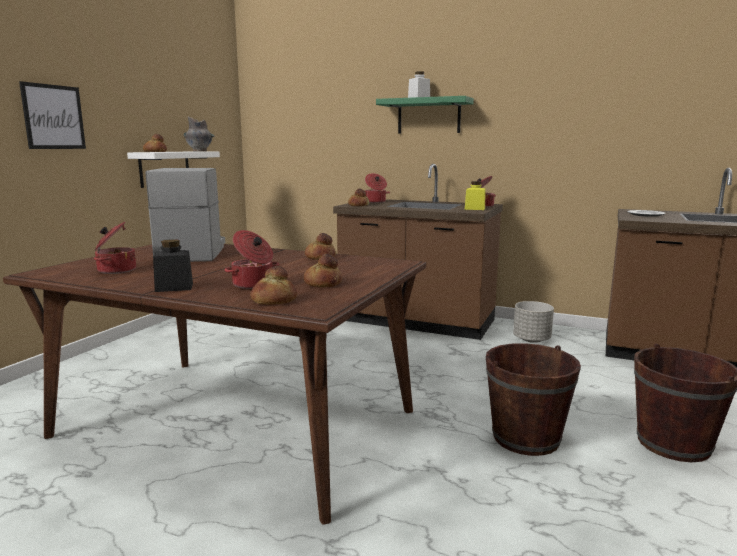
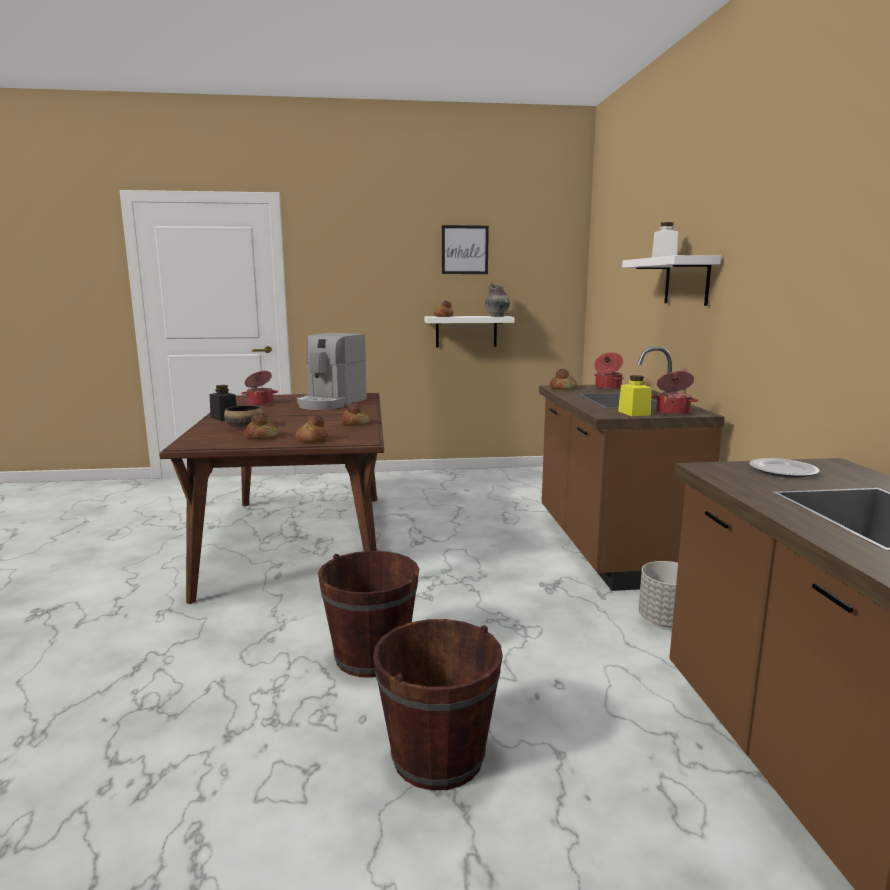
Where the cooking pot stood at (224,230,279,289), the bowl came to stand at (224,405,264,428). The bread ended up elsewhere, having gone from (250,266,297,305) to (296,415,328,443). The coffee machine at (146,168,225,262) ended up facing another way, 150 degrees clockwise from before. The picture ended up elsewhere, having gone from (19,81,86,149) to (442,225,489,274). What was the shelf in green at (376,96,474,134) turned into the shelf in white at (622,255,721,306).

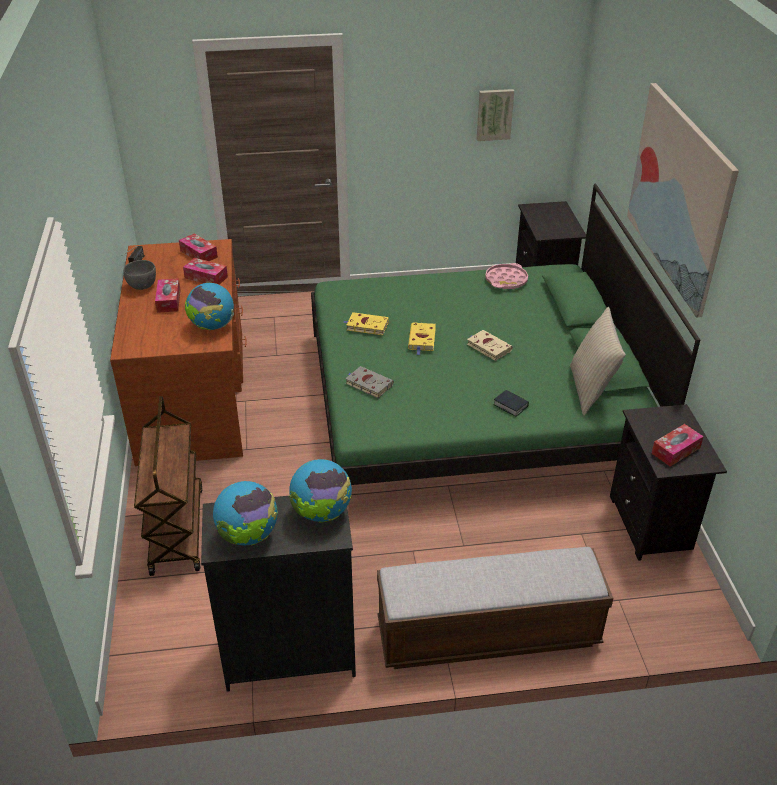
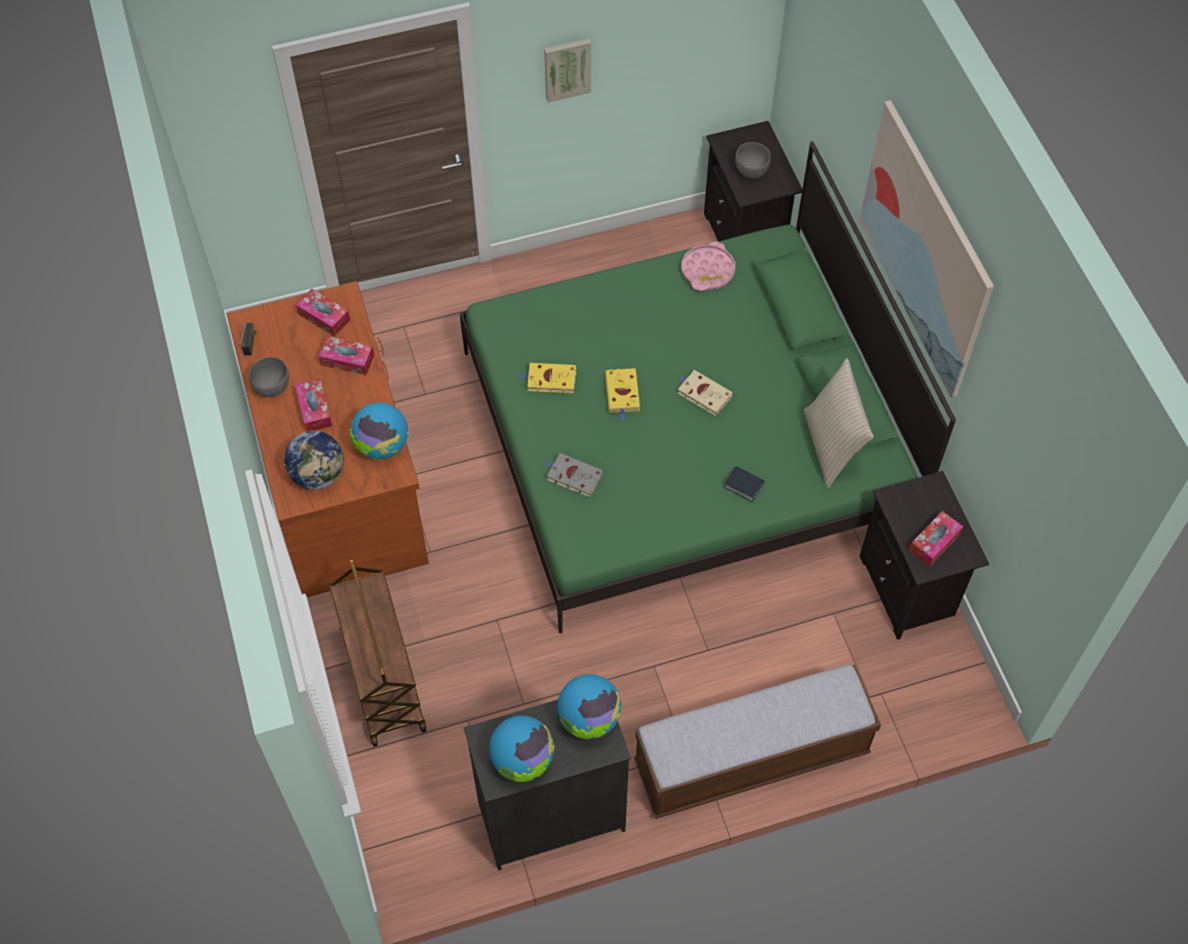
The second view gained the globe at (284,431,344,490). The picture ended up elsewhere, having gone from (477,89,514,141) to (544,38,591,102). The second view gained the bowl in grey at (735,142,771,179).

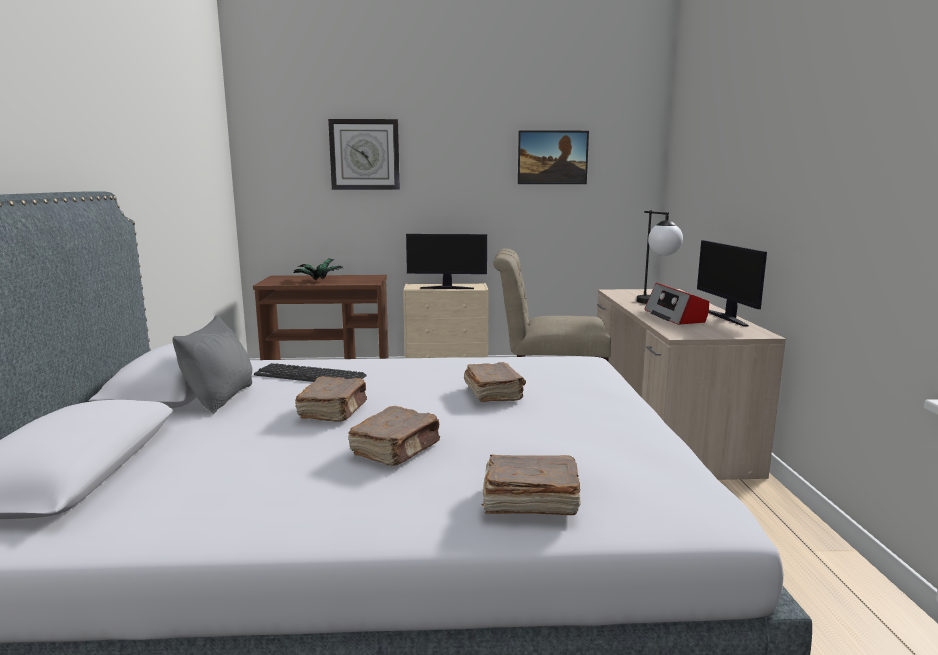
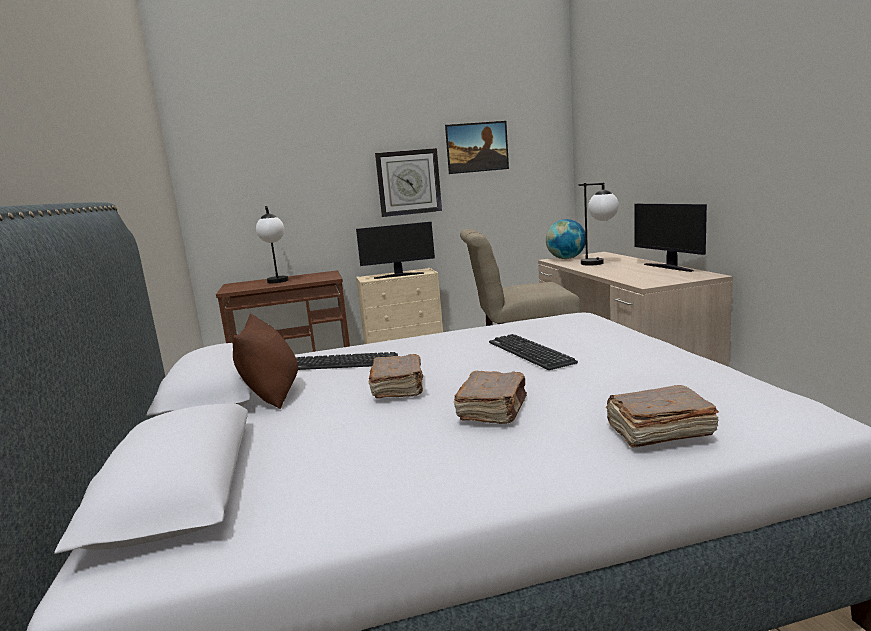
What was the pillow in grey at (172,315,252,414) turned into the pillow in brown at (233,314,298,409). Where the potted plant stood at (293,258,343,280), the table lamp came to stand at (256,206,288,283). The wall clock ended up elsewhere, having gone from (328,119,400,190) to (375,148,442,217). Where the book in brown stood at (464,362,526,402), the keyboard came to stand at (489,334,578,370). The second view gained the globe at (546,219,586,259). The second view lost the radio at (644,283,709,325).

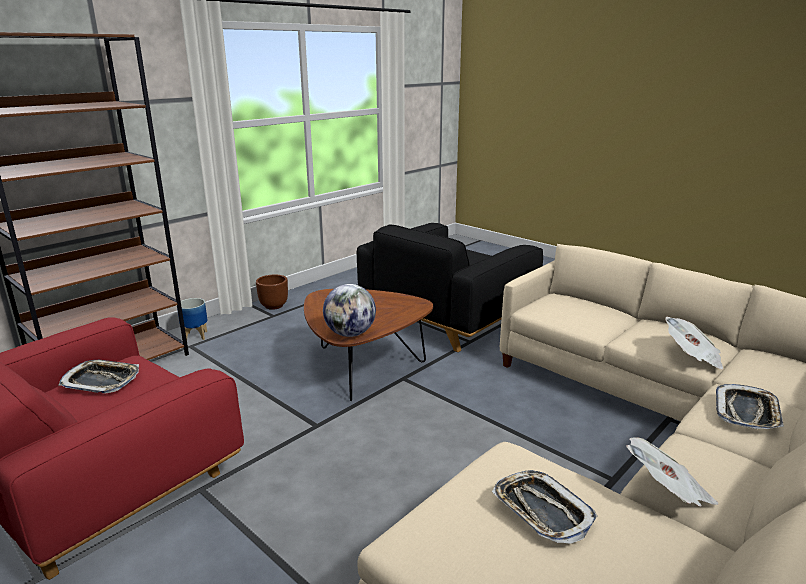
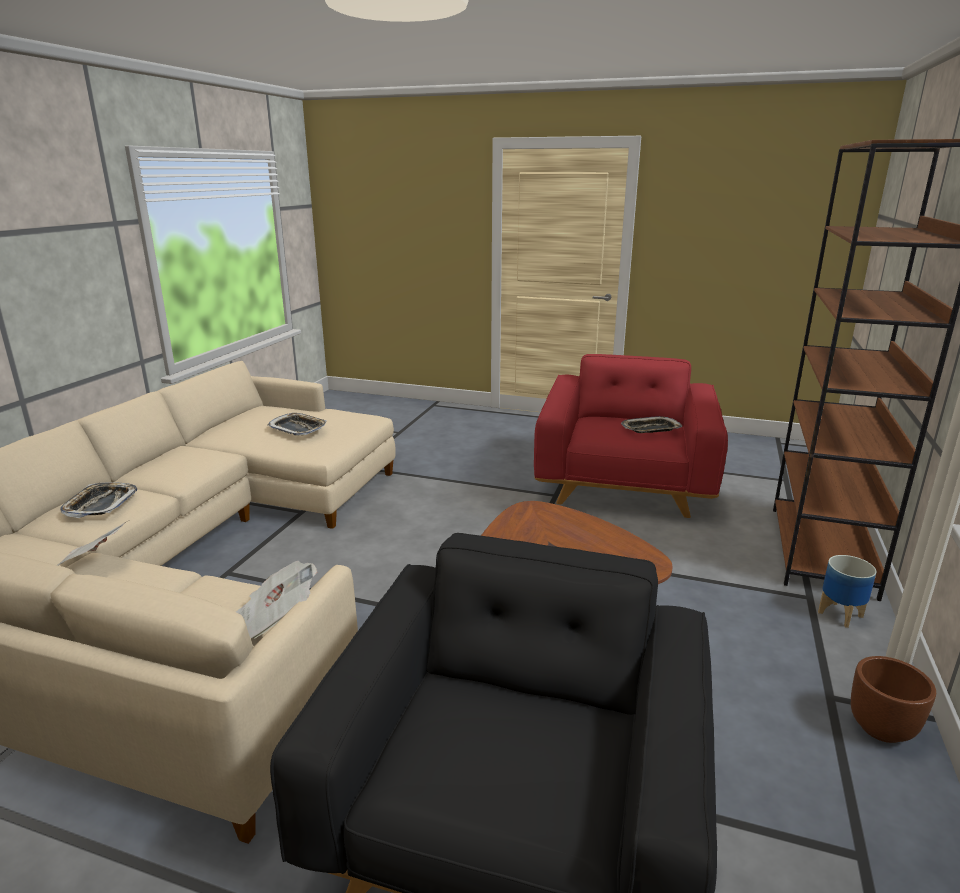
The newspaper ended up elsewhere, having gone from (626,437,718,507) to (236,561,317,638). The second view lost the globe at (323,284,376,337).

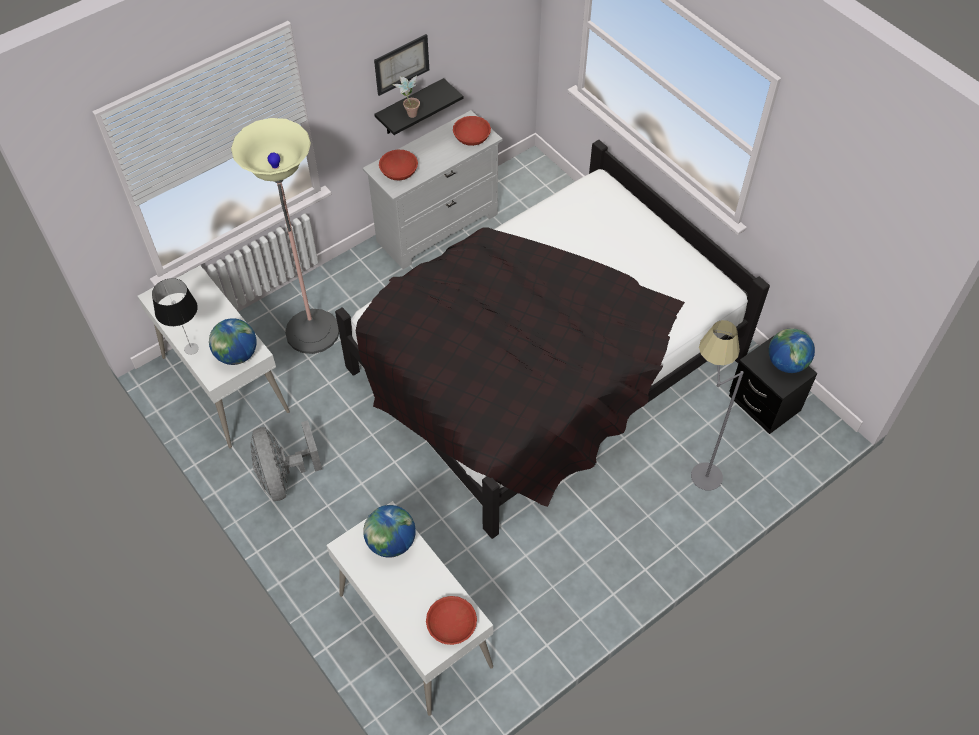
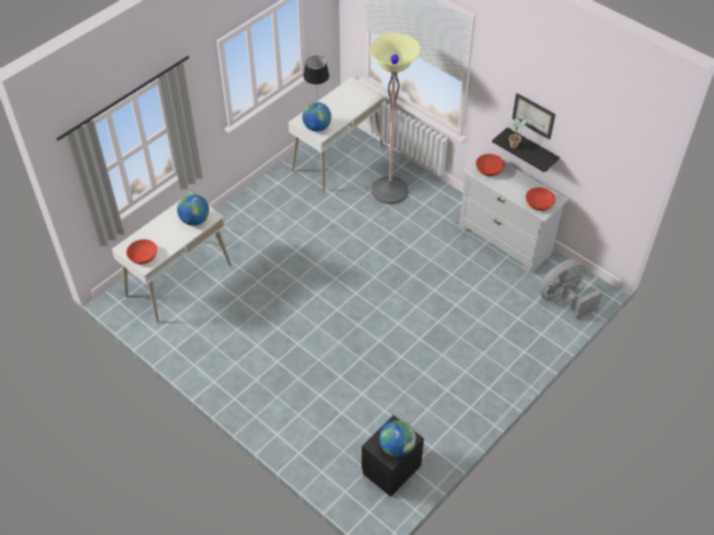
The fan in grey ended up elsewhere, having gone from (251,420,322,501) to (539,259,602,319). The second view lost the bed in black at (335,140,770,539). The second view lost the floor lamp in grey at (691,320,744,490).

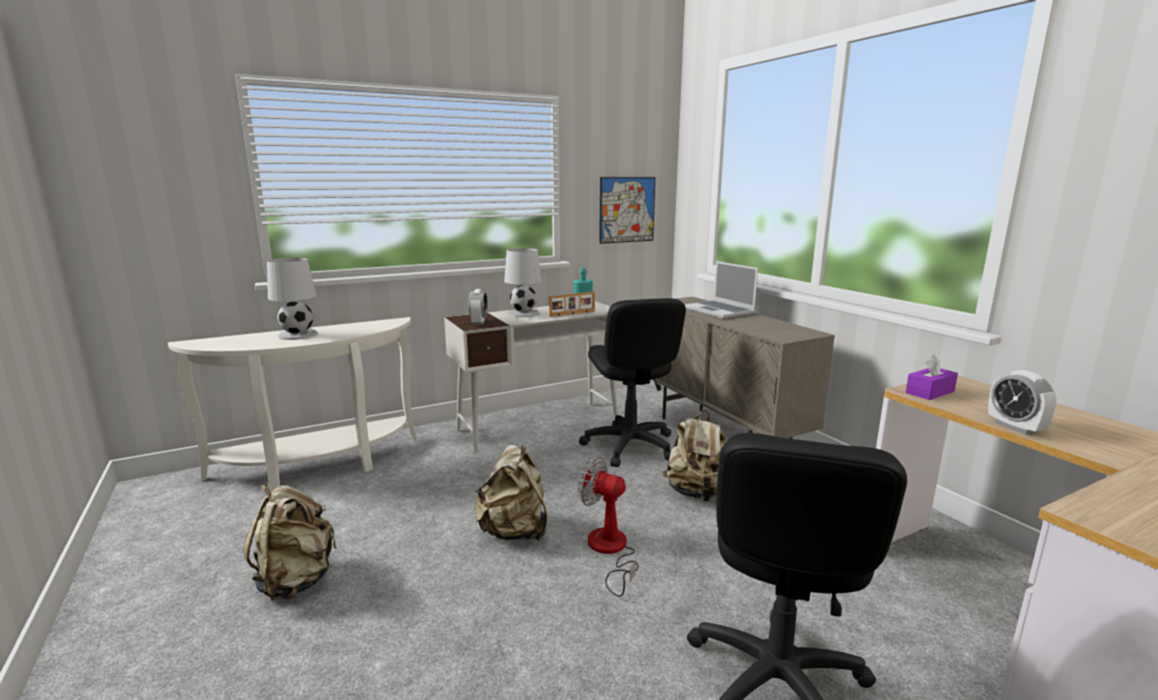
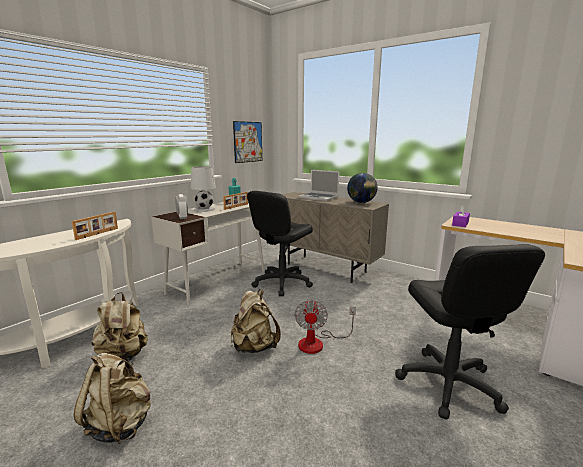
The second view gained the picture frame at (72,212,118,240). The backpack in beige ended up elsewhere, having gone from (663,410,725,502) to (92,292,148,362). The office chair in black at (579,298,686,467) ended up facing another way, 75 degrees clockwise from before. The fan at (578,457,638,597) ended up facing another way, 90 degrees counterclockwise from before. The second view gained the globe at (347,173,377,203). The second view lost the table lamp in white at (267,258,318,340). The second view lost the alarm clock at (988,370,1056,435).

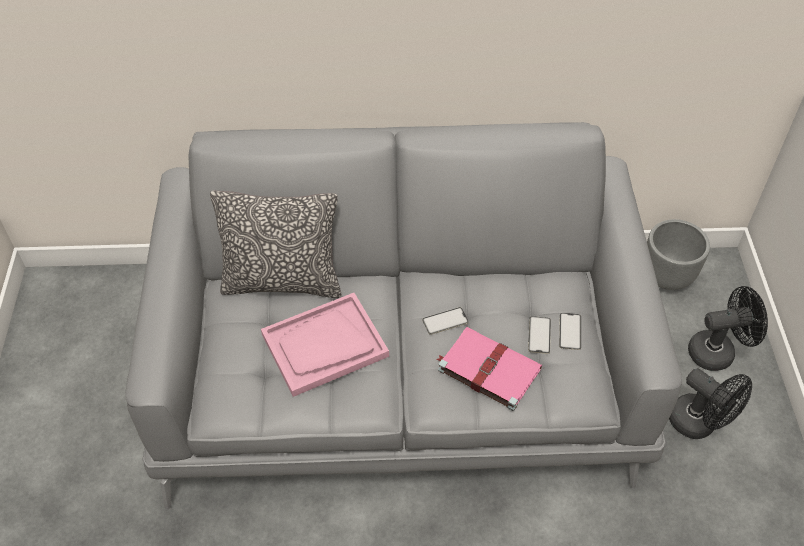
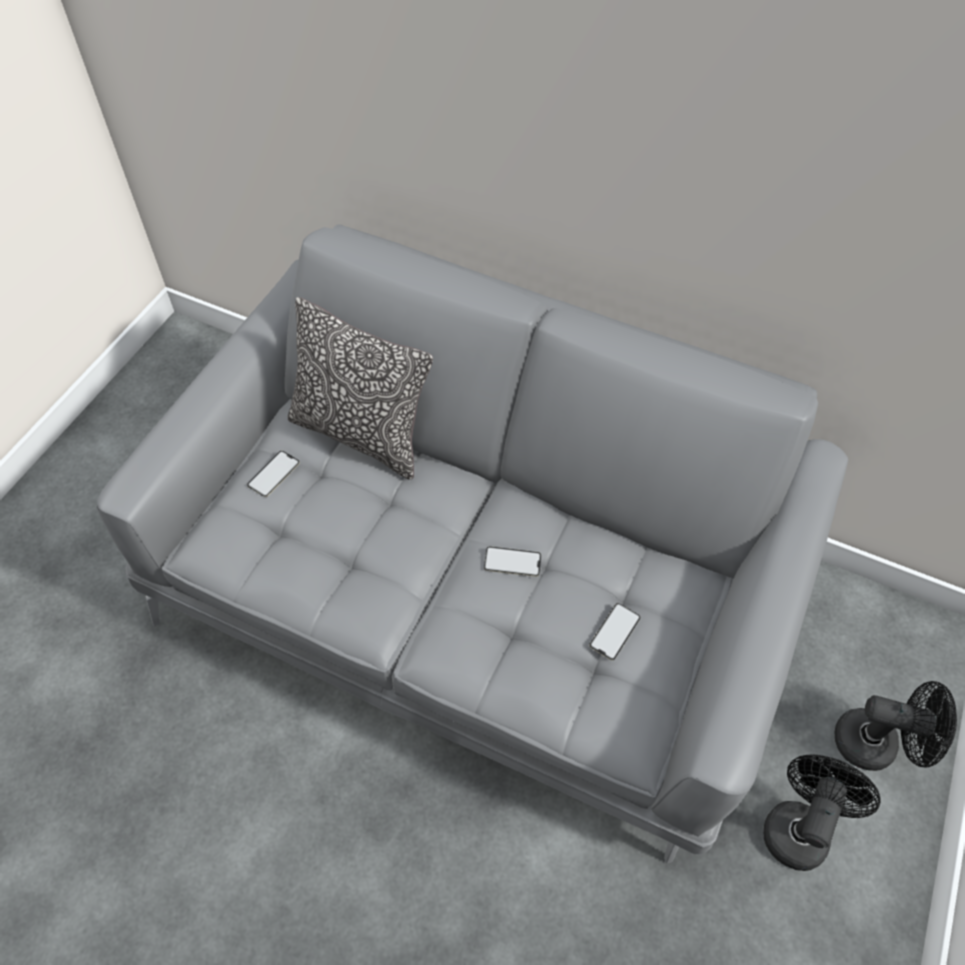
The phone ended up elsewhere, having gone from (559,313,581,350) to (247,451,300,497). The fan in black at (669,368,752,439) ended up facing another way, 135 degrees counterclockwise from before. The second view lost the tray in pink at (261,293,389,397). The second view lost the book in pink at (436,327,542,411). The second view lost the planter in grey at (647,219,710,290).

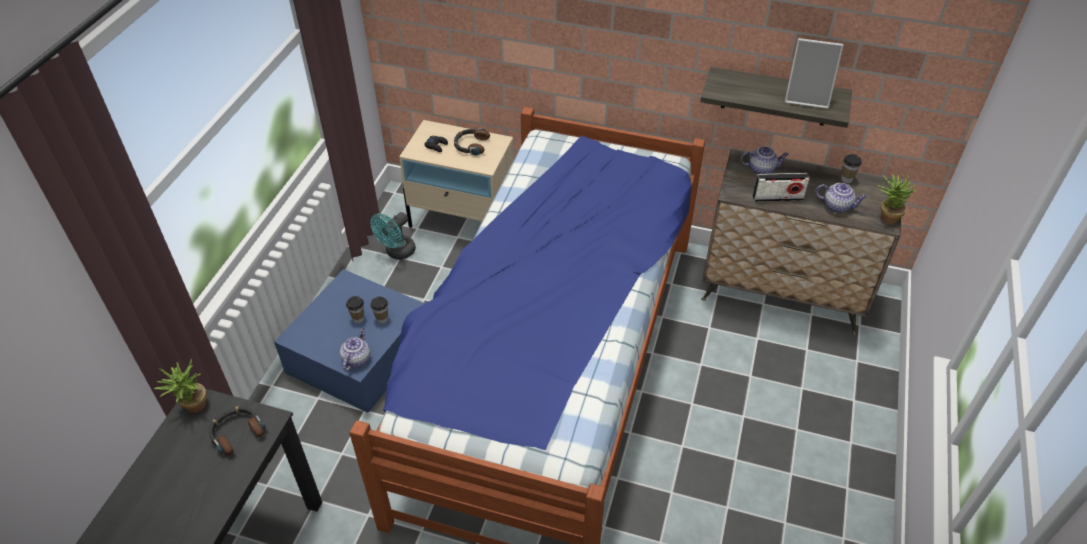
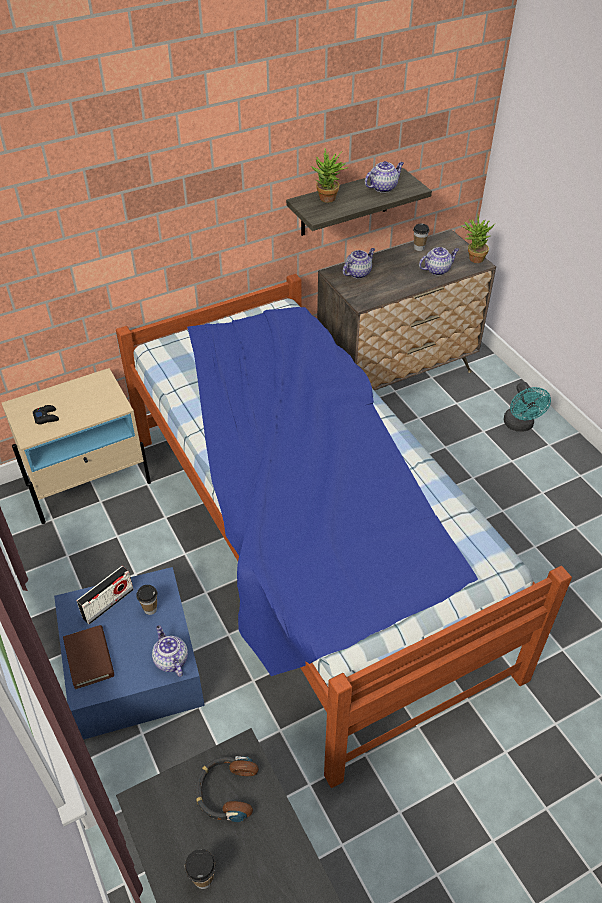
The second view gained the book in brown at (63,625,114,689). The radio ended up elsewhere, having gone from (753,173,809,202) to (76,566,134,624). The cup ended up elsewhere, having gone from (346,296,364,323) to (184,849,216,889). The potted plant ended up elsewhere, having gone from (154,359,207,413) to (311,149,348,203). Where the picture frame stood at (785,38,844,109), the teapot came to stand at (365,161,404,193). The fan in turquoise ended up elsewhere, having gone from (370,212,416,260) to (504,382,551,432). The second view lost the headphones at (454,128,490,156).

